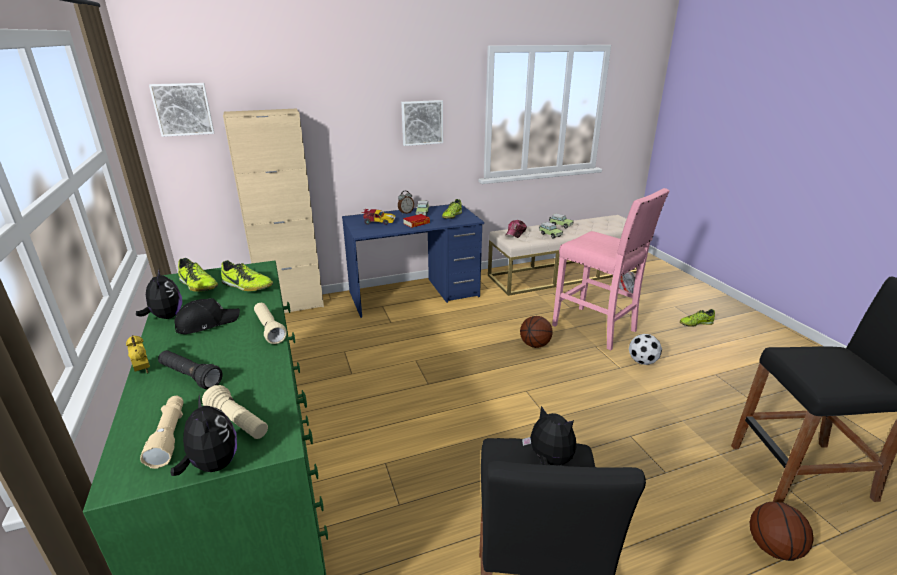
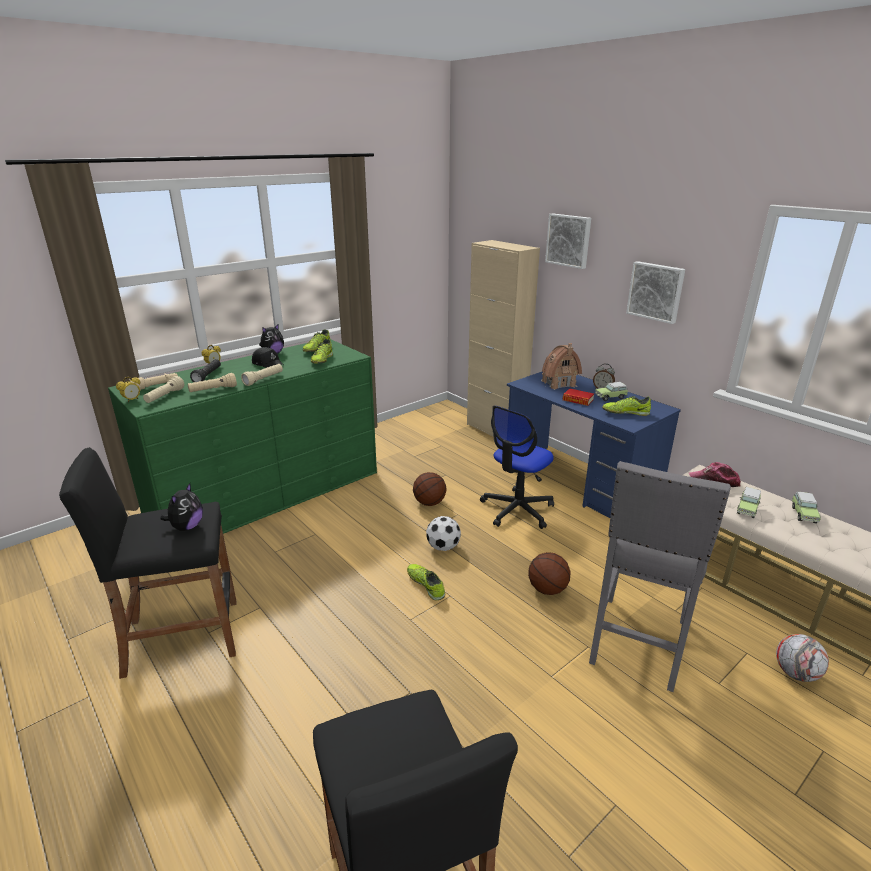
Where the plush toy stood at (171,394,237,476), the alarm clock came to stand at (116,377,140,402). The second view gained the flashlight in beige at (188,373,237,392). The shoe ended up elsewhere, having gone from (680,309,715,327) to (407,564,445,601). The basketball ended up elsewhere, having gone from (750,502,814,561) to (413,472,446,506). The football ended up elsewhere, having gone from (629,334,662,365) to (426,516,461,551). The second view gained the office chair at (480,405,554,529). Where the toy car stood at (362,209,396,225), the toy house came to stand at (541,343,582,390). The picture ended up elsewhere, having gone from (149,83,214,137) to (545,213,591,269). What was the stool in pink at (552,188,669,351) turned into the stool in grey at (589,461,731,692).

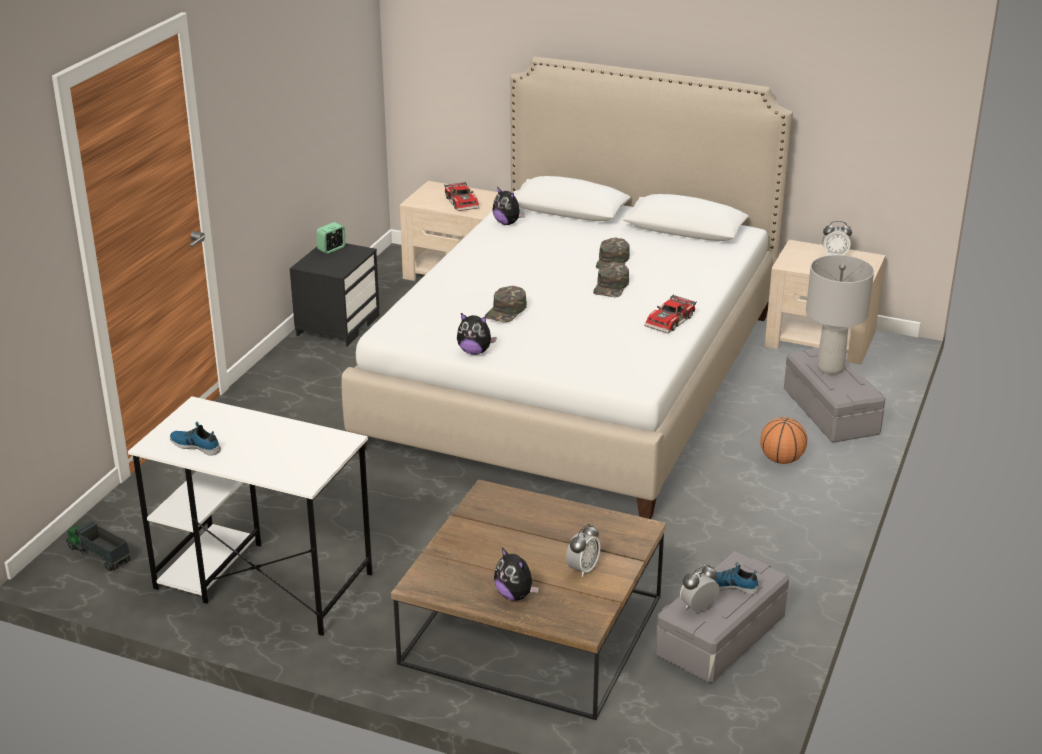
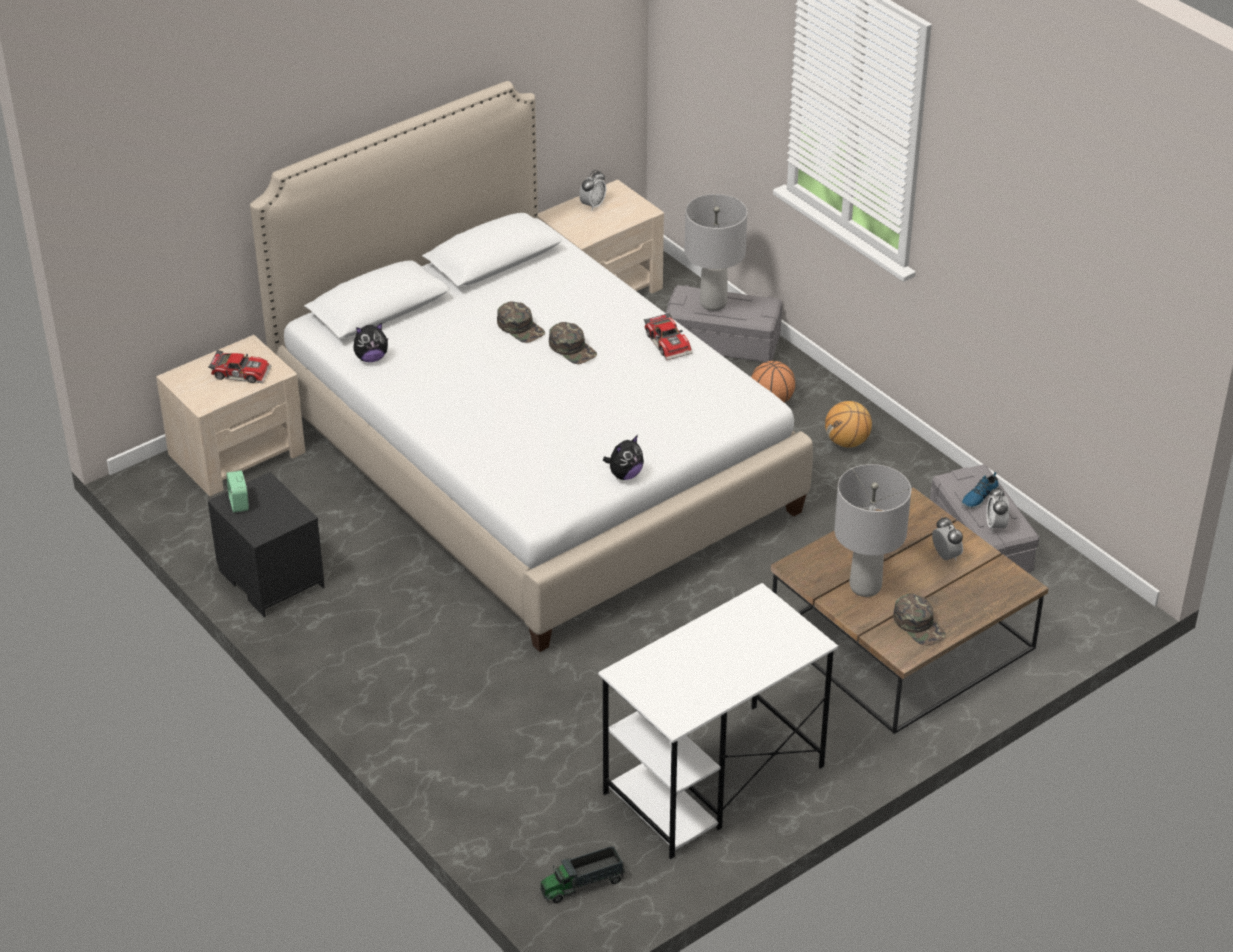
The second view gained the basketball at (825,401,872,447). The second view gained the table lamp in grey at (834,464,911,597). The cap in green ended up elsewhere, having gone from (485,286,527,323) to (893,594,946,645). The second view lost the shoe at (170,422,221,456). The second view lost the plush toy at (494,547,539,600).

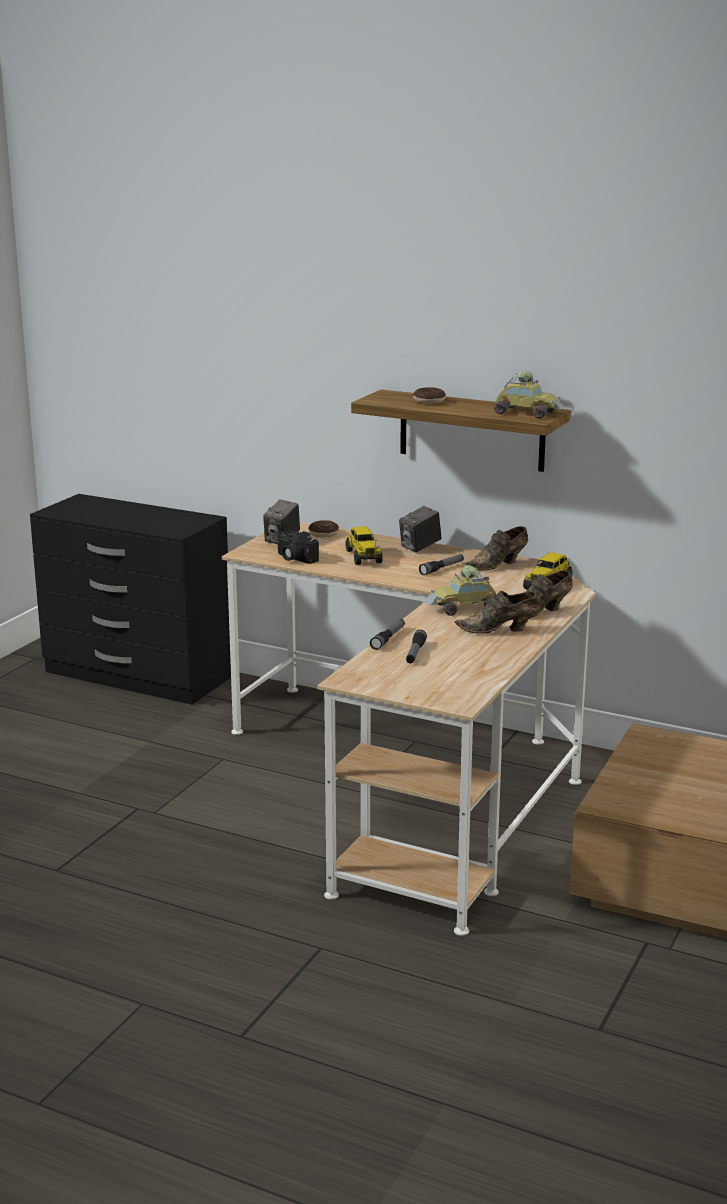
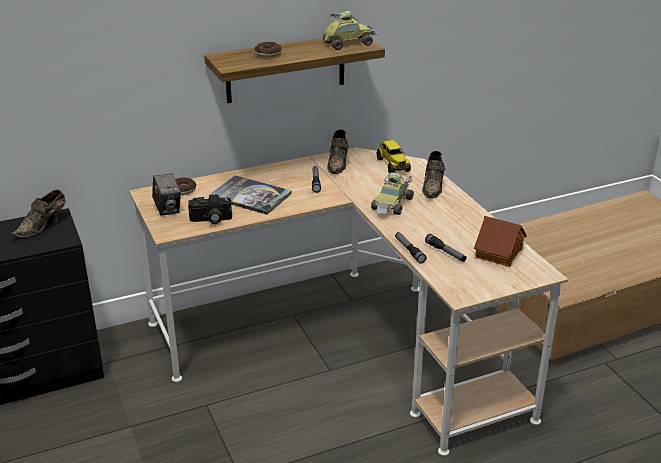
The shoe in brown ended up elsewhere, having gone from (455,591,540,634) to (11,190,66,238). Where the toy truck stood at (345,526,383,565), the book came to stand at (209,175,292,215). The second view gained the toy house at (474,216,527,267). The second view lost the photo camera at (399,506,441,552).

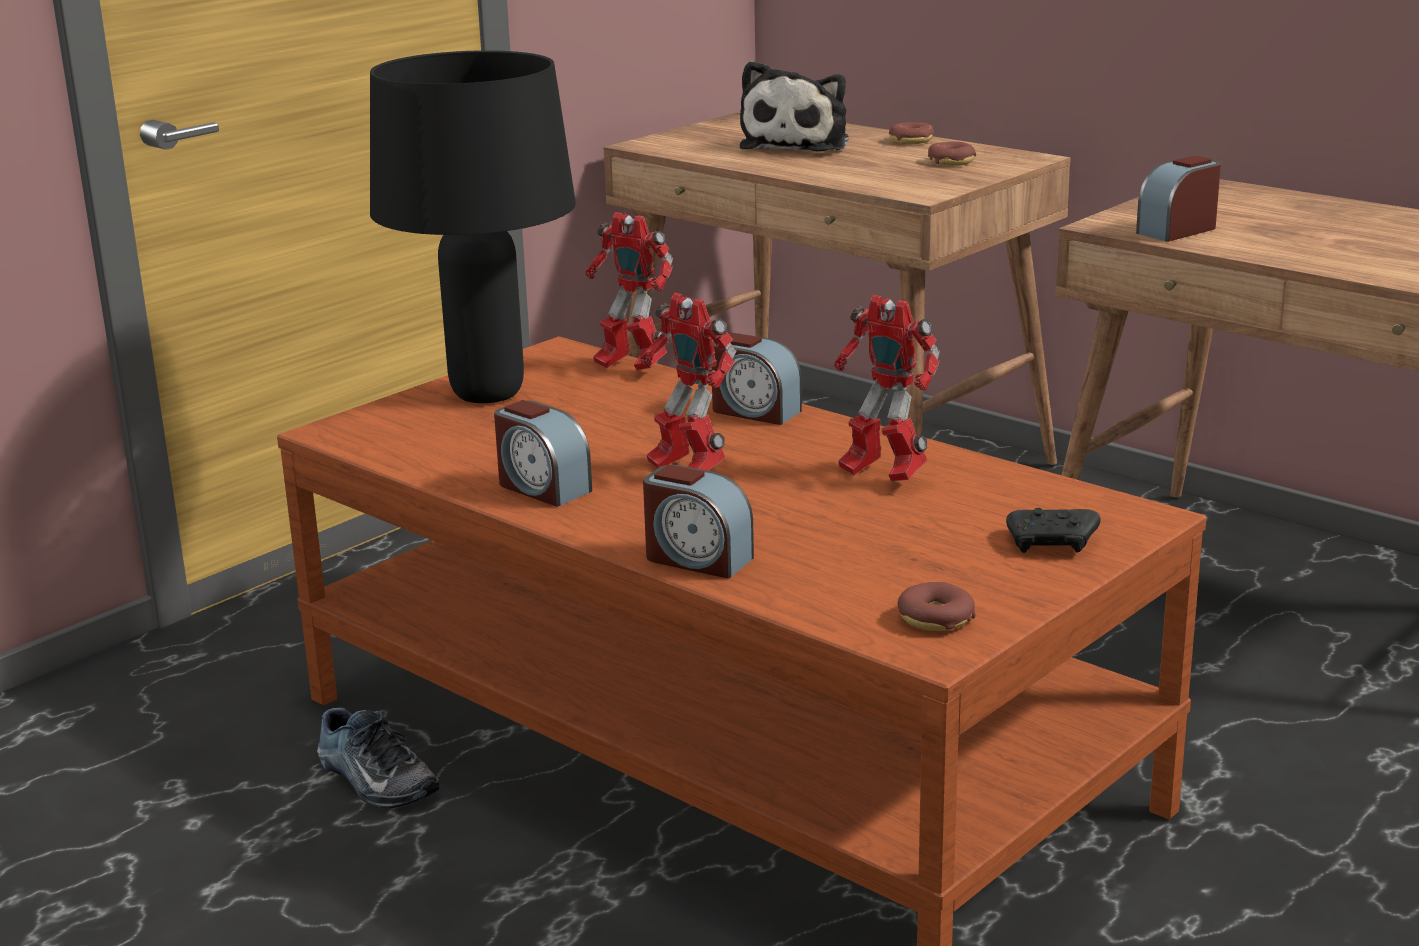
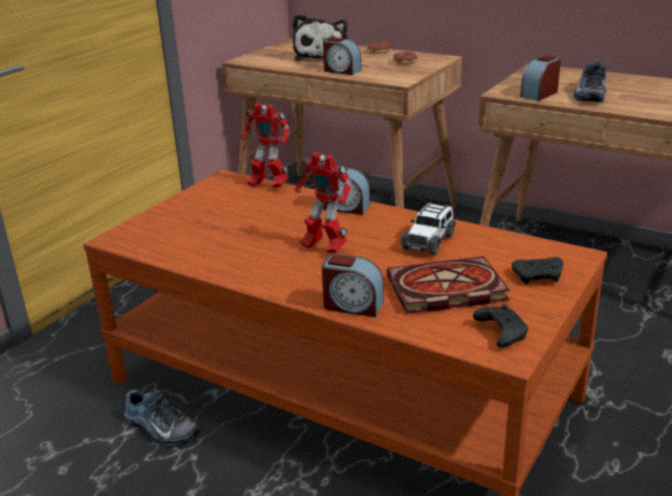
The alarm clock ended up elsewhere, having gone from (494,400,592,507) to (323,37,361,75). The second view gained the book at (387,256,510,314). Where the toy robot stood at (834,295,940,482), the toy car came to stand at (400,202,455,255). Where the donut stood at (897,582,976,631), the game controller in black came to stand at (473,304,528,348). The second view gained the shoe at (574,61,606,102). The second view lost the table lamp in black at (370,50,576,403).

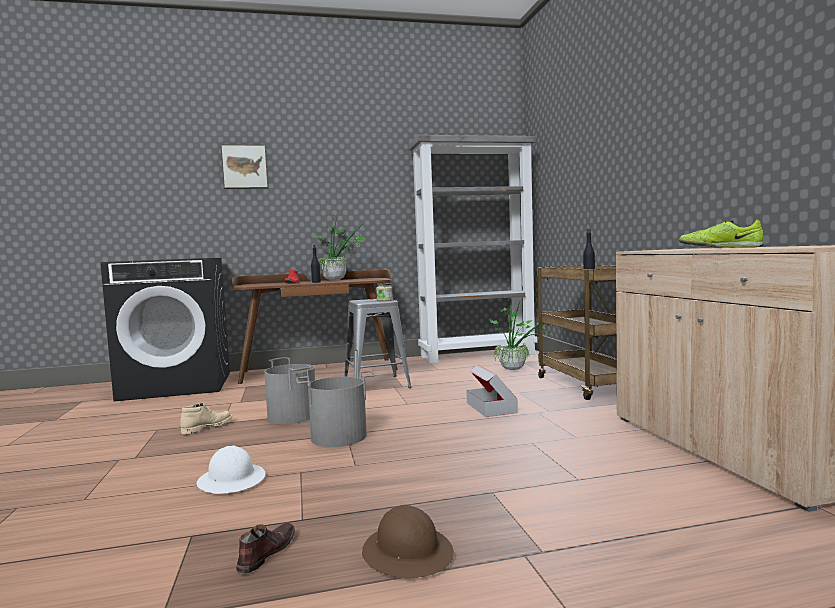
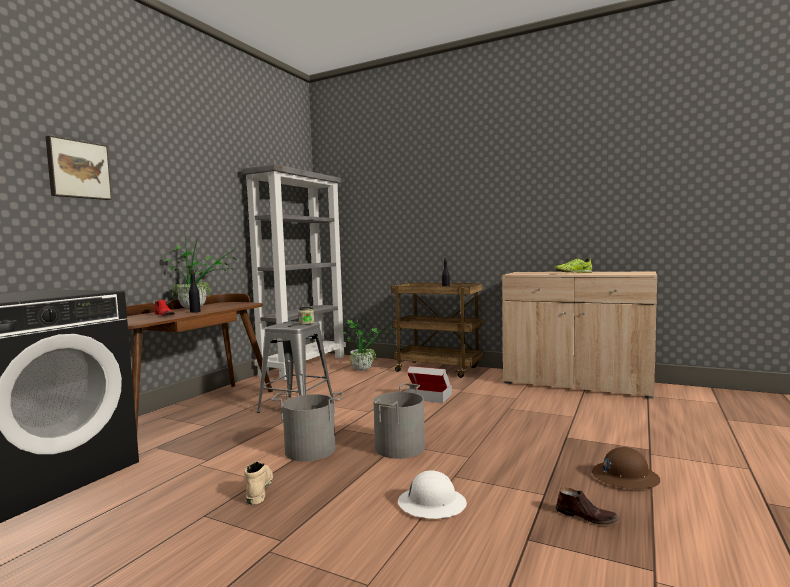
The shoe in brown at (236,522,295,574) ended up facing another way, 150 degrees clockwise from before.

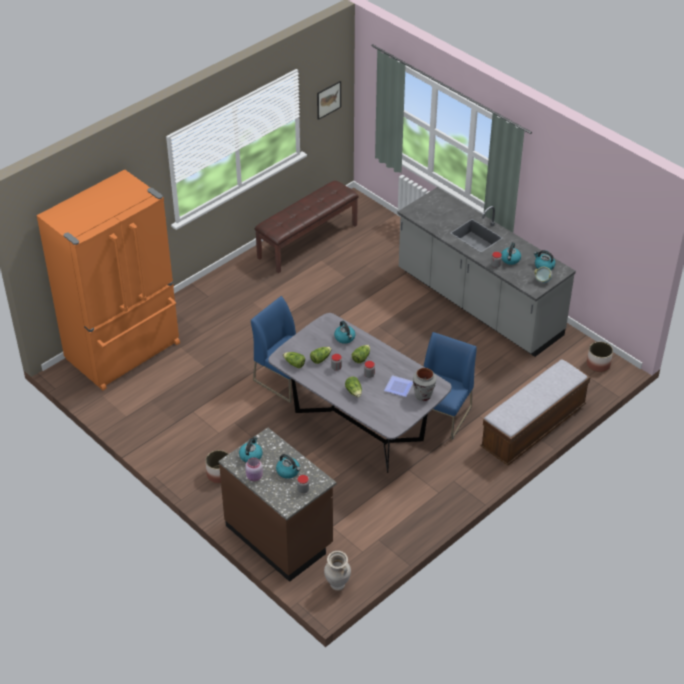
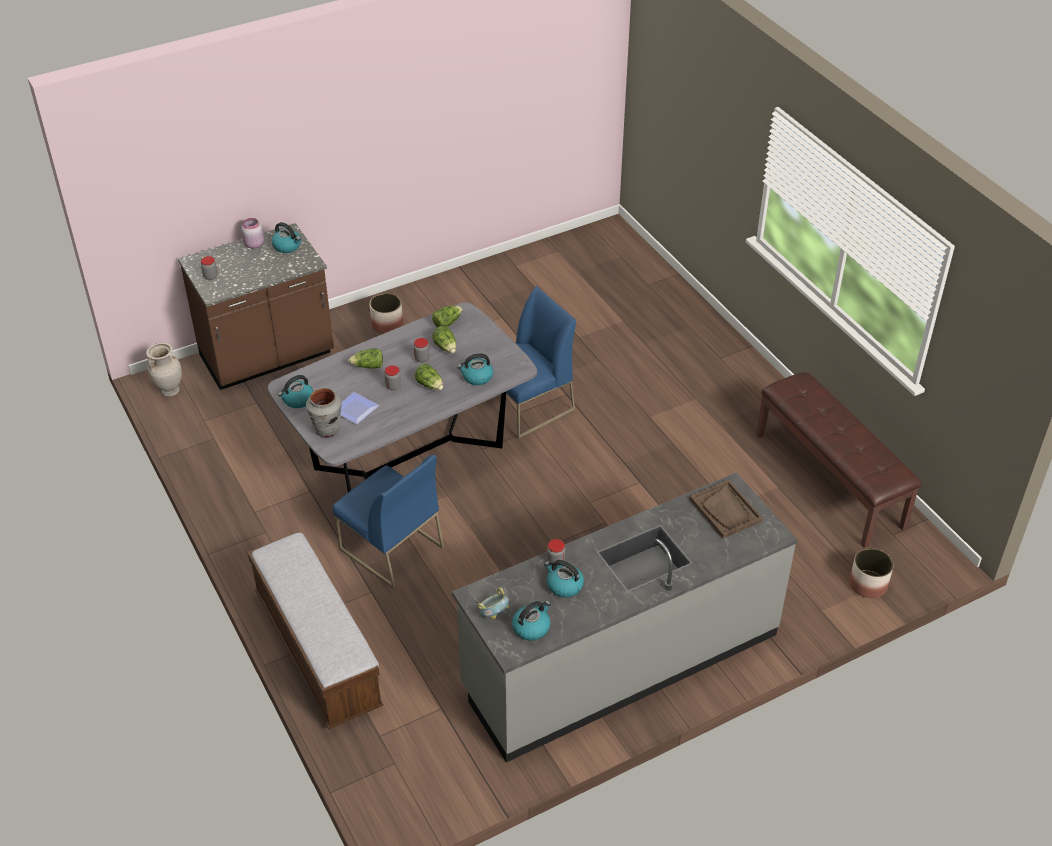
The kettle ended up elsewhere, having gone from (276,454,300,479) to (278,375,313,408). The second view gained the tray in brown at (690,480,763,539). The planter ended up elsewhere, having gone from (587,341,613,372) to (849,548,893,598). The second view lost the fridge in orange at (37,169,180,390). The second view lost the picture at (317,81,341,120).

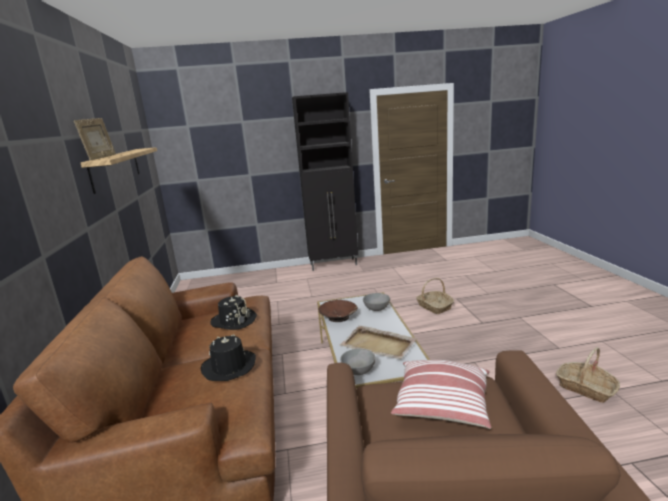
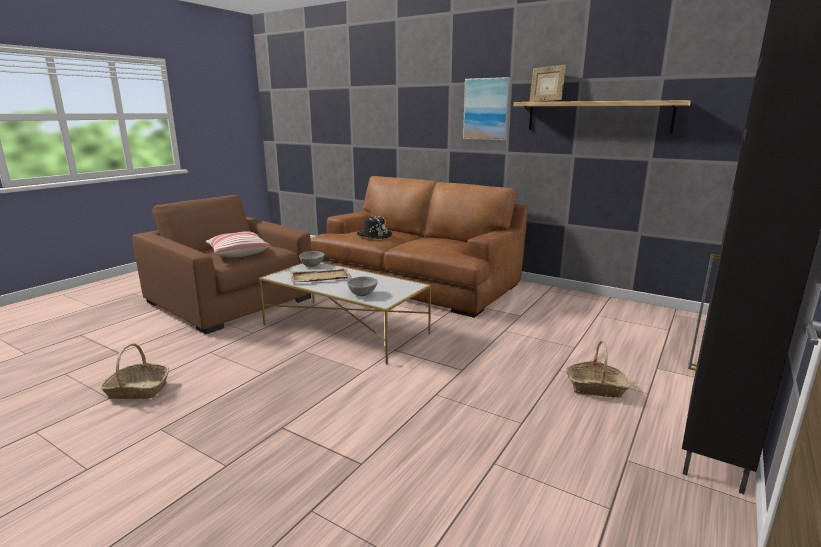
The second view gained the picture at (463,77,511,140). The basket ended up elsewhere, having gone from (416,278,454,314) to (567,340,631,398). The second view lost the hat in black at (210,295,257,330). The second view lost the bowl in brown at (318,300,358,322).

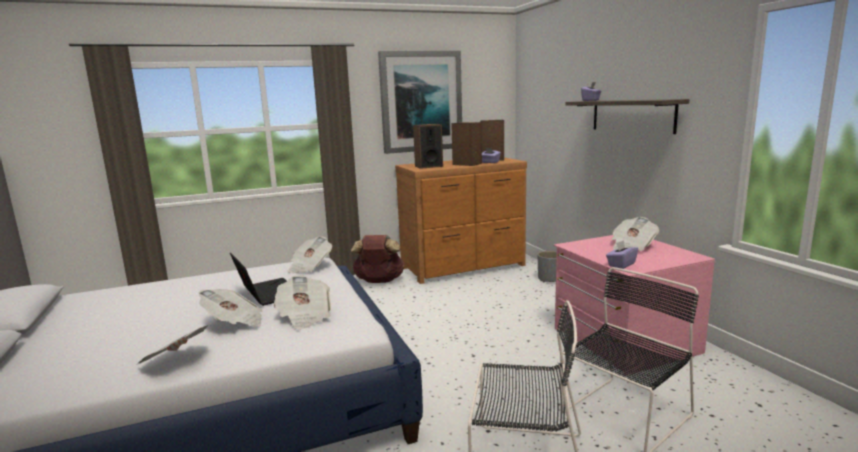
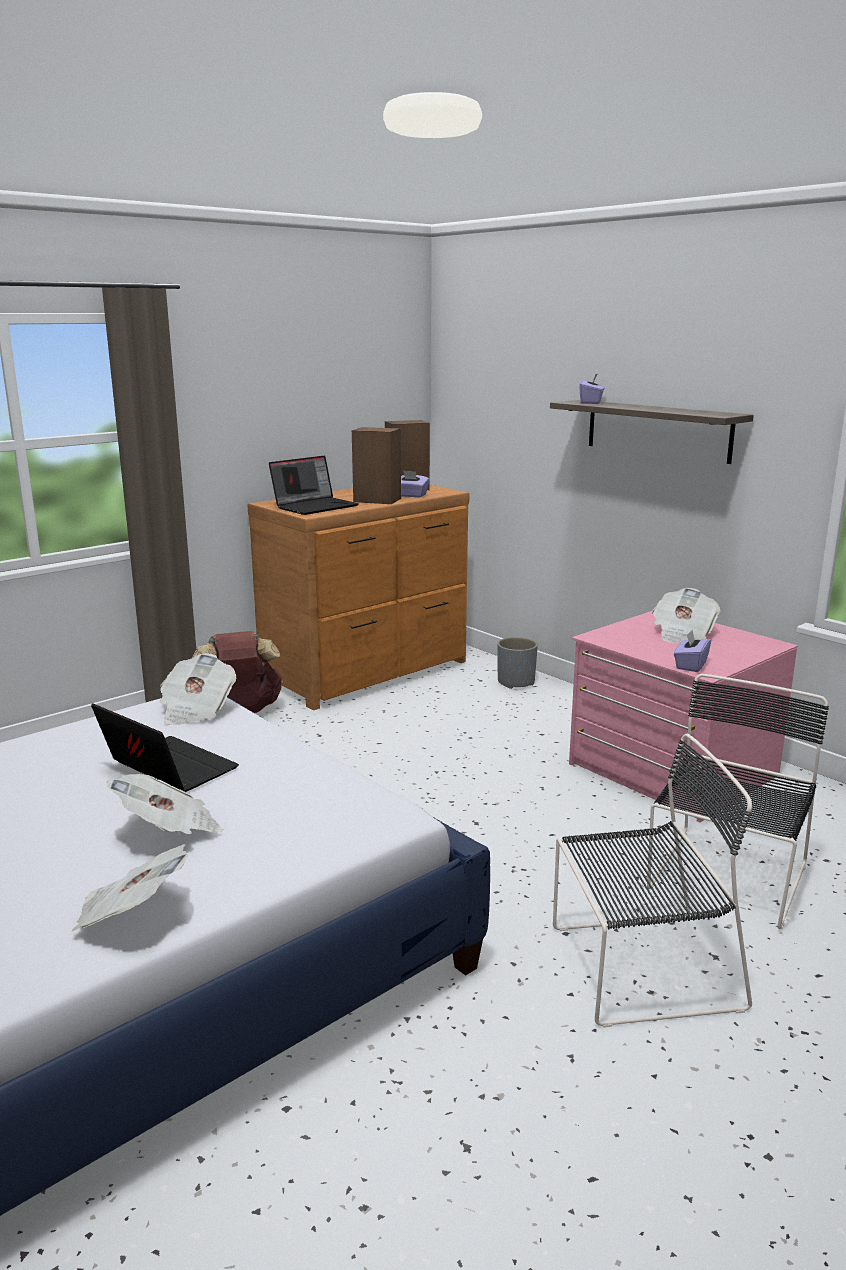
Where the speaker stood at (413,124,443,169), the laptop came to stand at (269,456,359,515). The second view lost the newspaper at (273,275,331,330). The second view lost the picture at (378,51,462,154).

